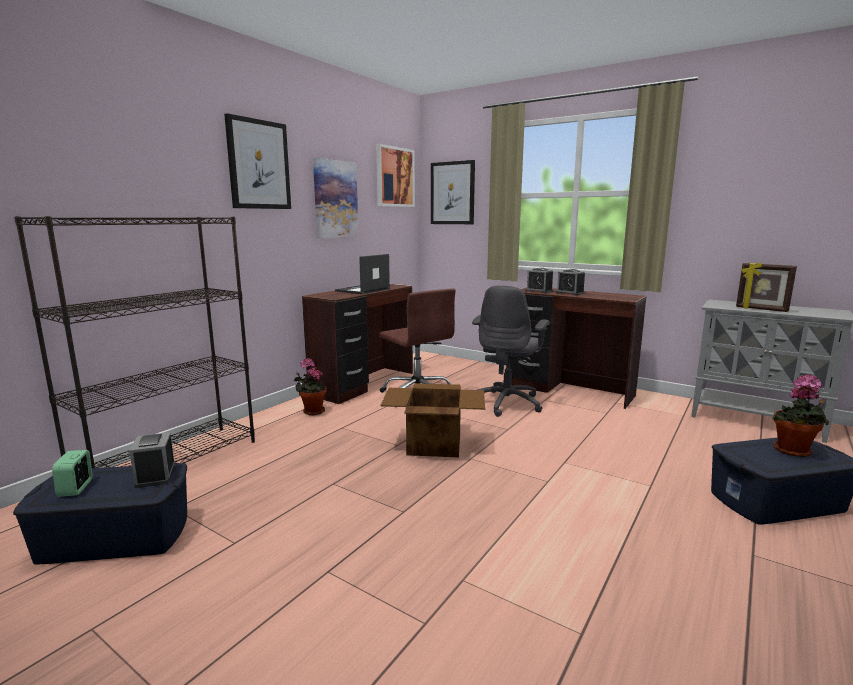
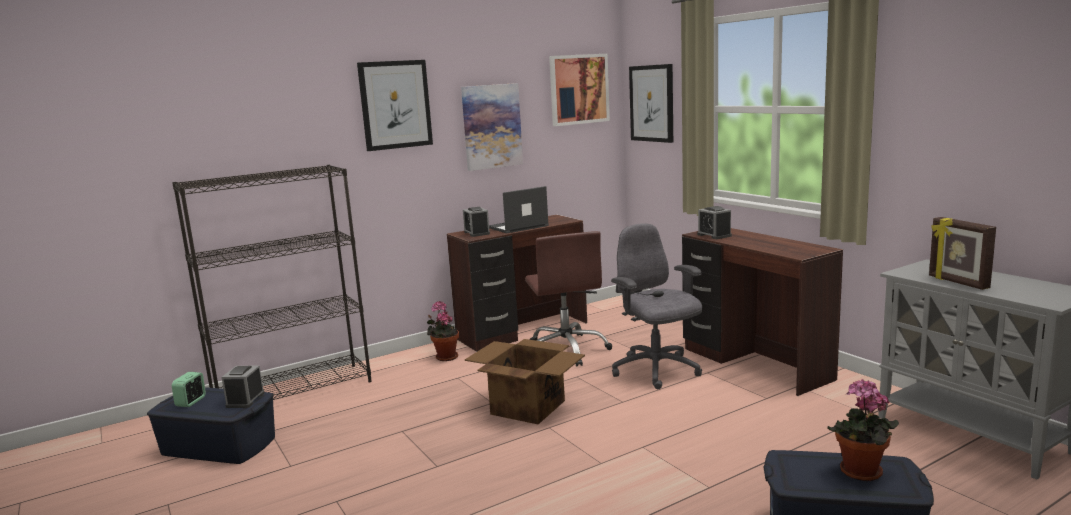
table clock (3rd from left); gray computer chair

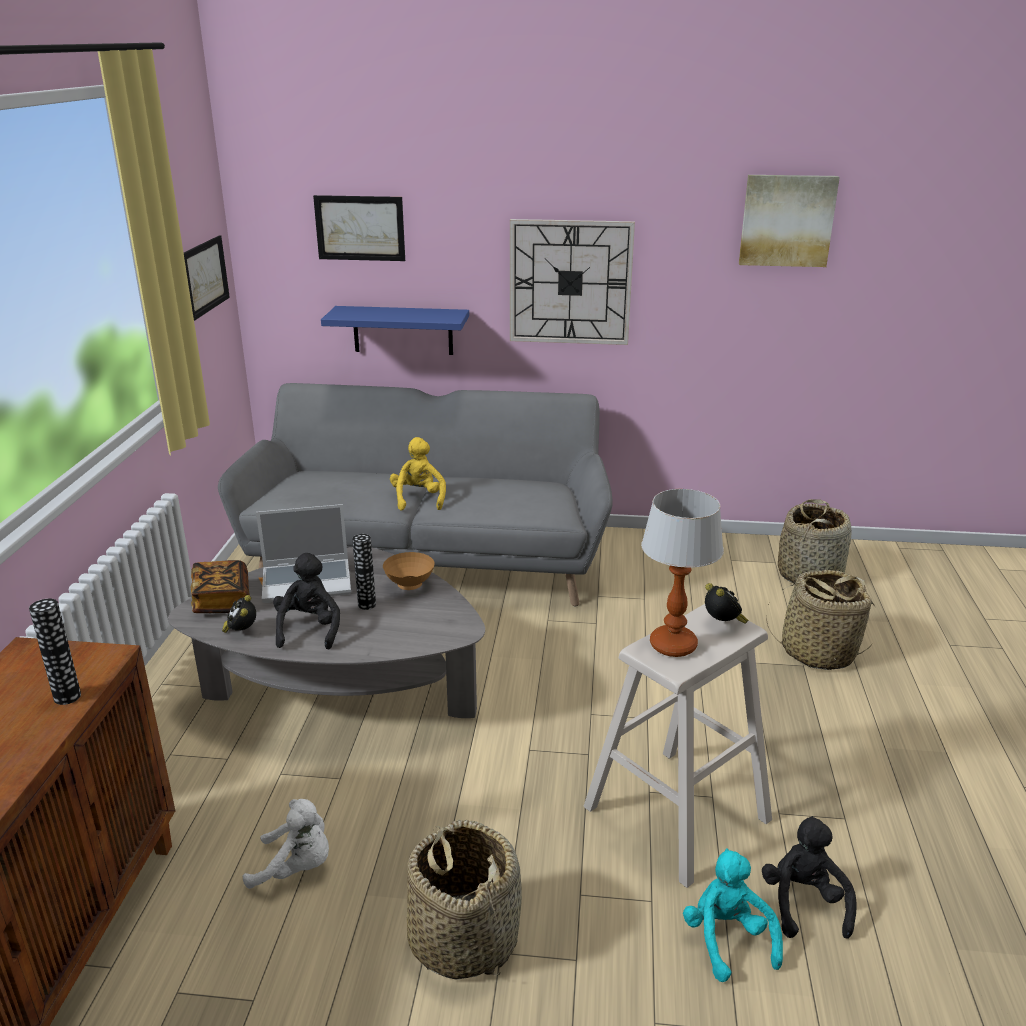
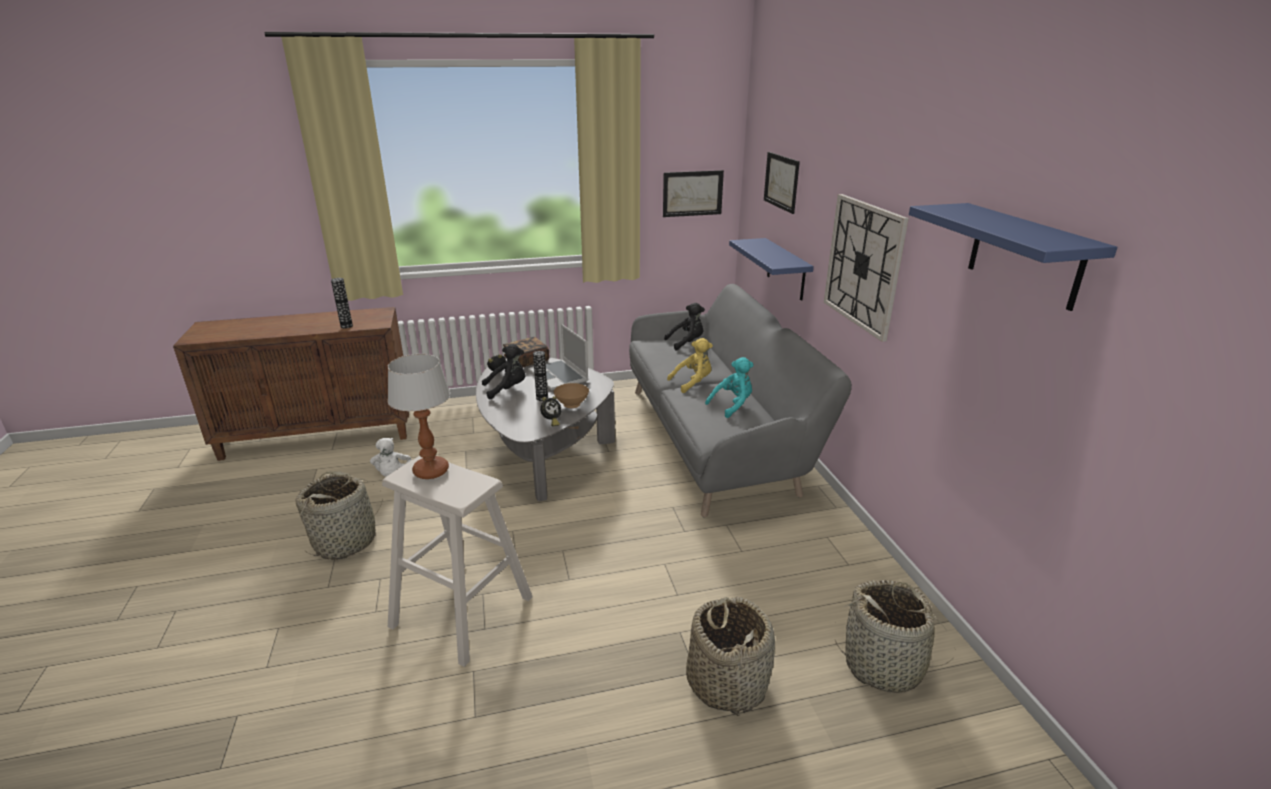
blue-green plush toy; table clock (2nd from left); black-coloured plush toy (2nd from left); blue bracket shelf (2nd from left)

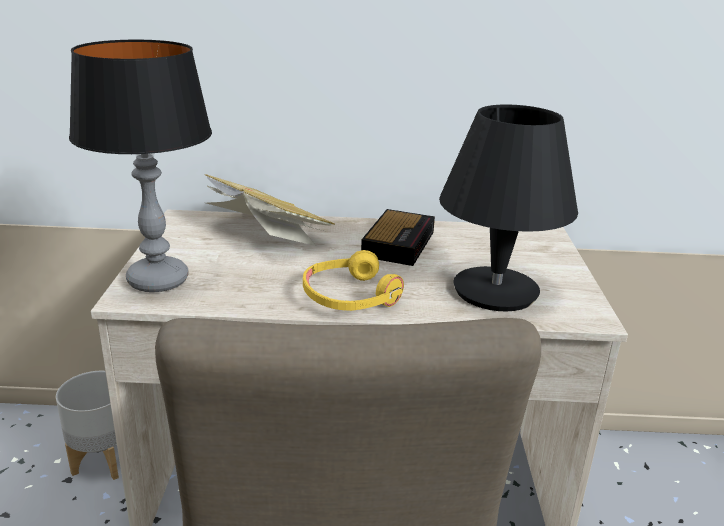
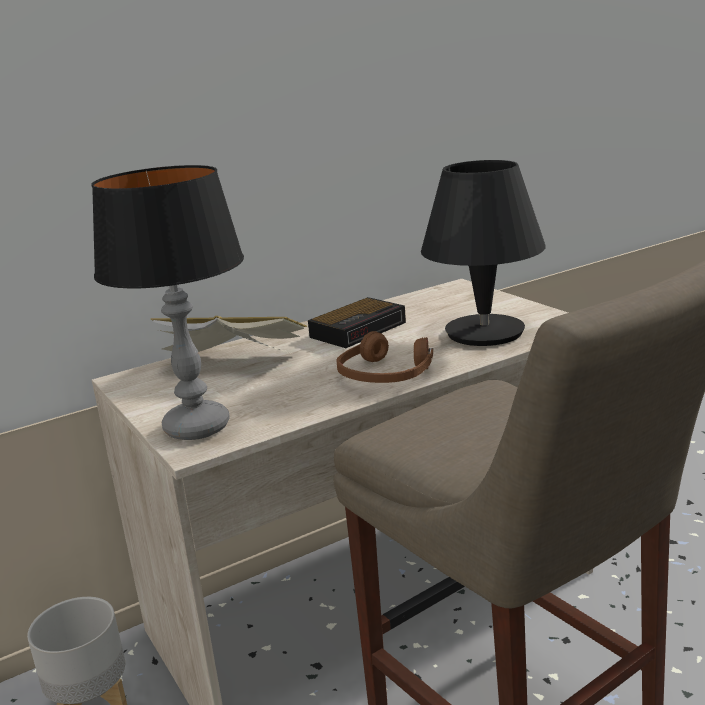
brownish headset; table clock

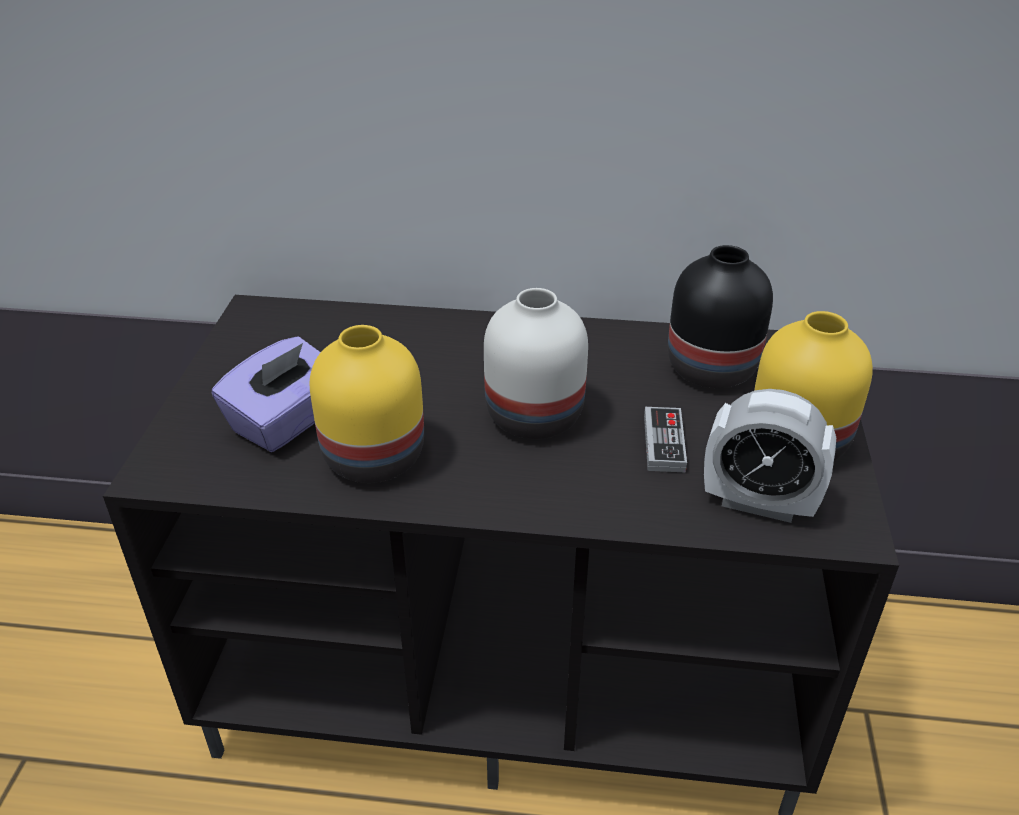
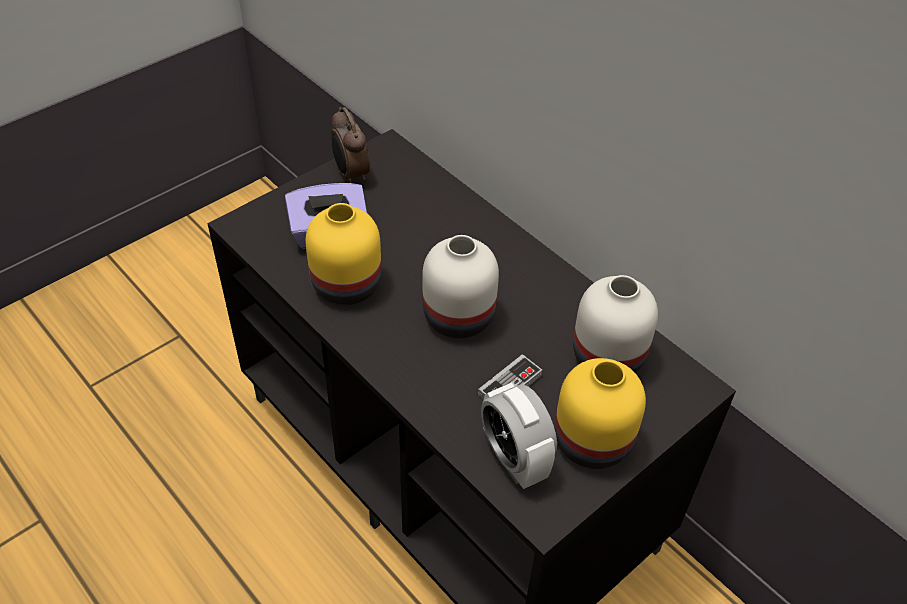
table clock (1st from left); white-coloured decorative vase (2nd from left)

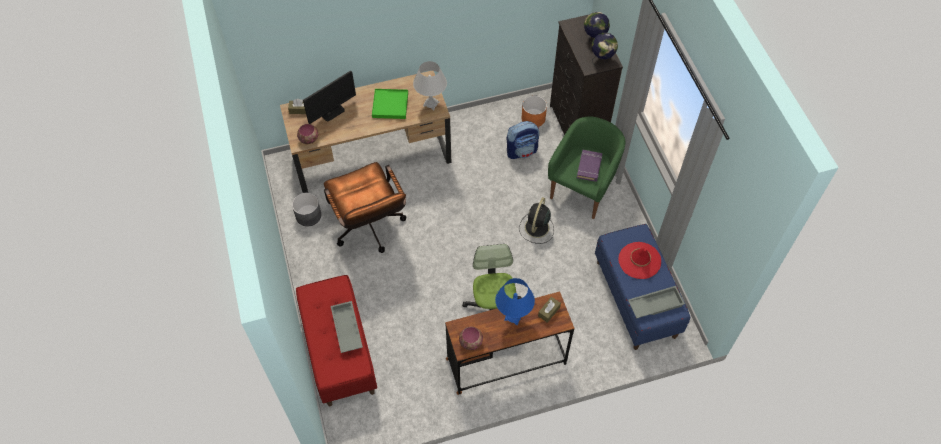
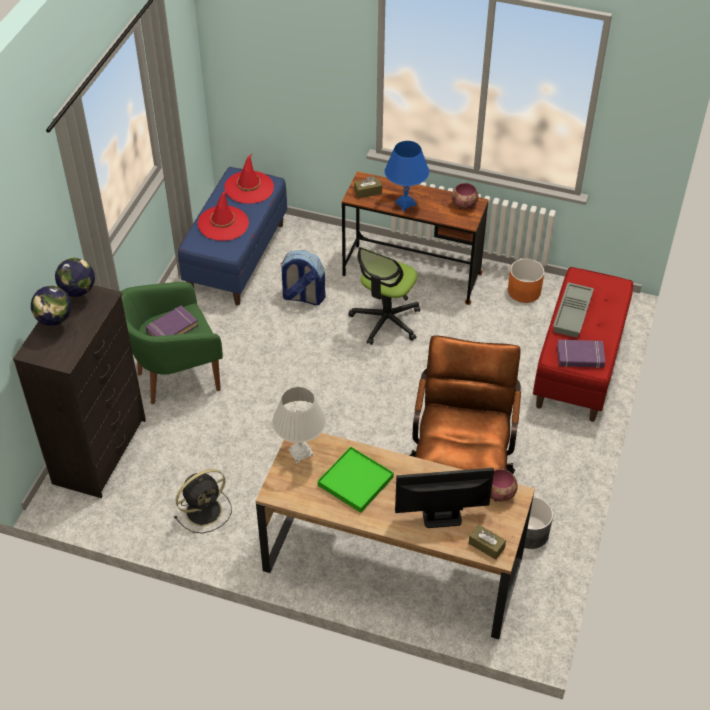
purple-coloured book (2nd from left); rucksack; black-coloured fan; orange-coloured plant pot; red wearable hat (2nd from left)

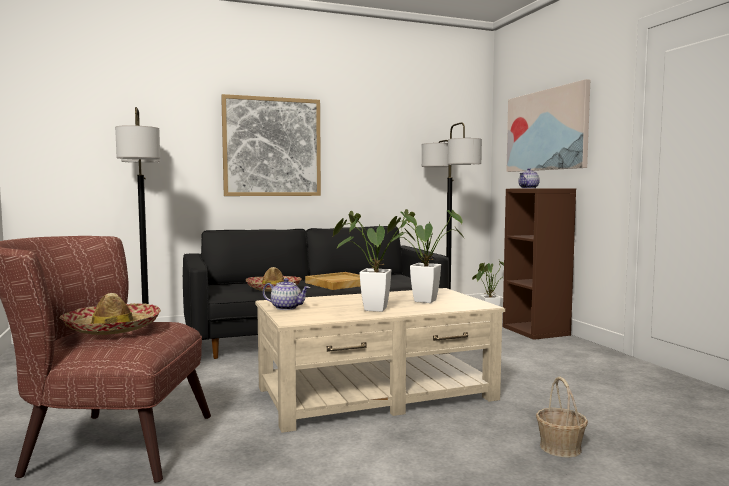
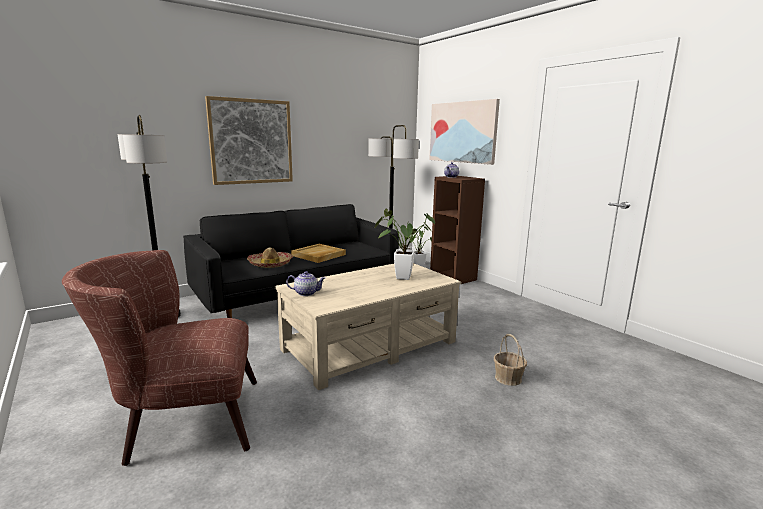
wearable hat (1st from left in the first image); plant in a pot (1st from left in the first image)

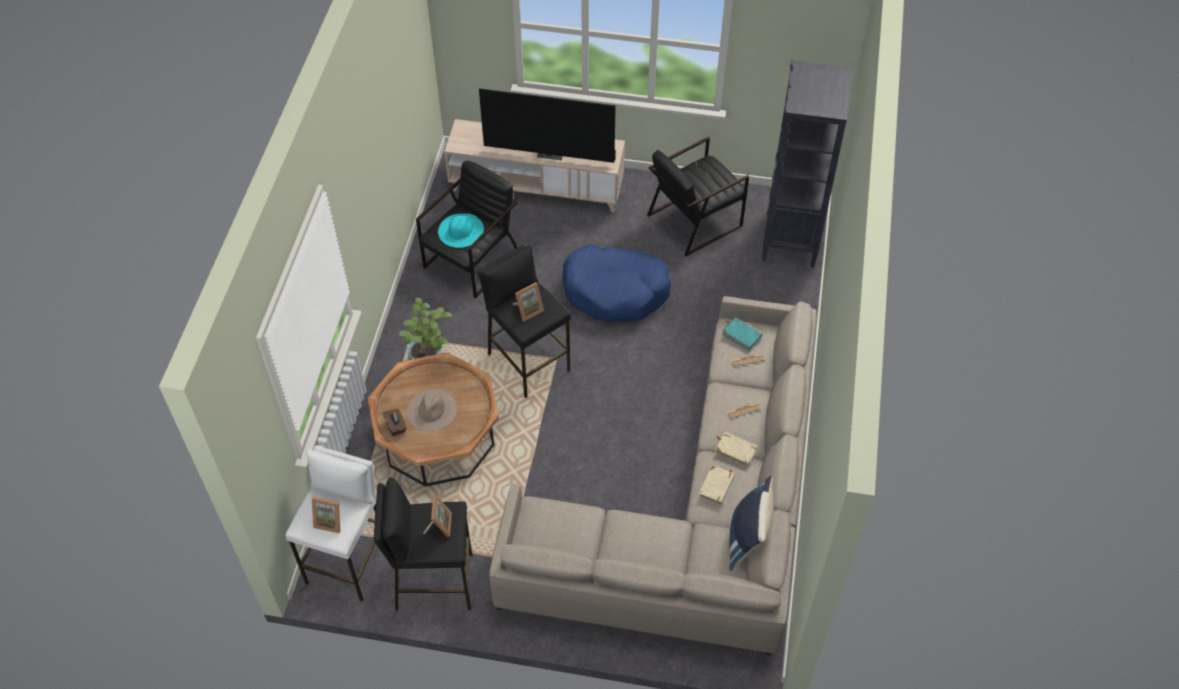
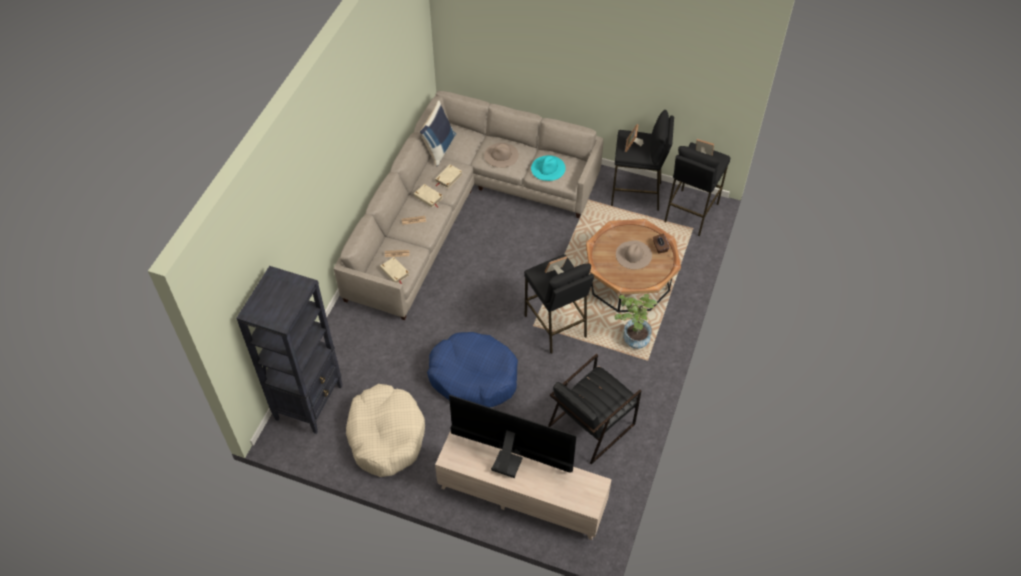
sand-coloured wearable hat (1st from left); blue-green wearable hat; sand-coloured dog bed; black-coloured stool seat (3rd from left); sand-coloured book (1st from left)

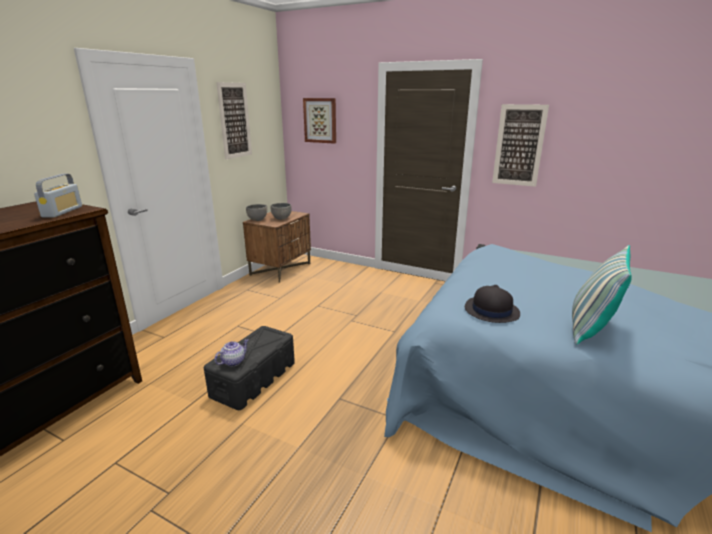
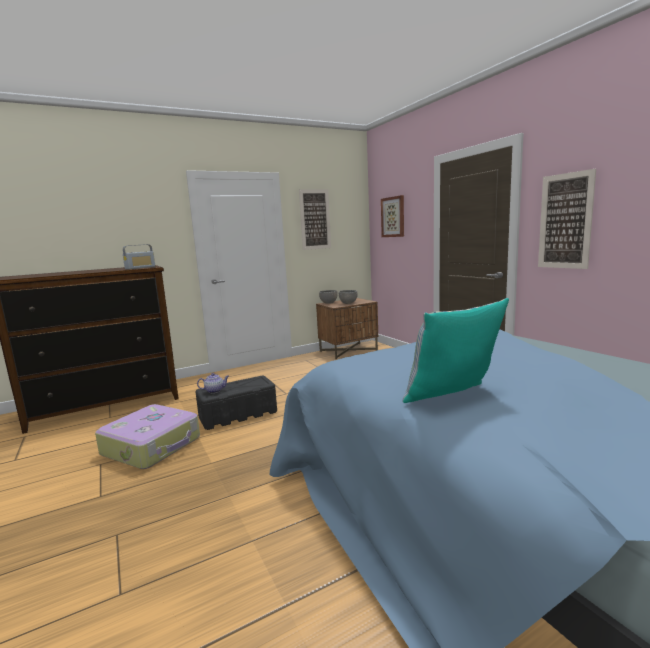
black-coloured wearable hat; suitcase

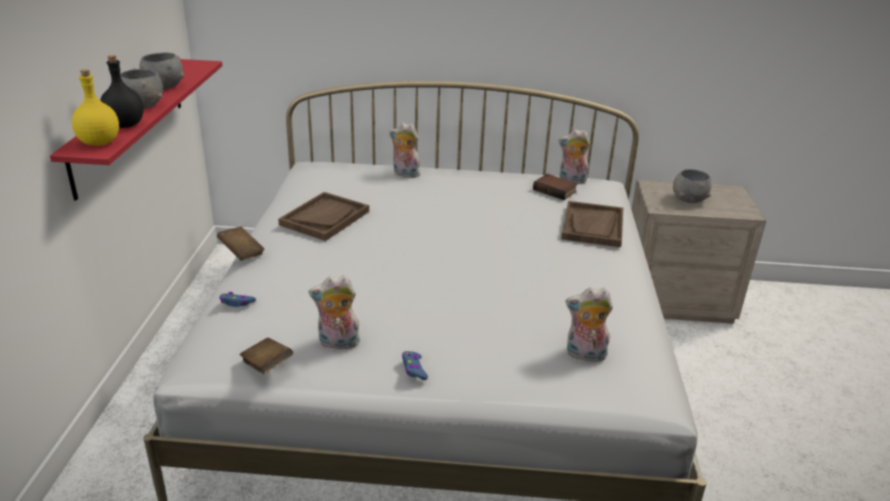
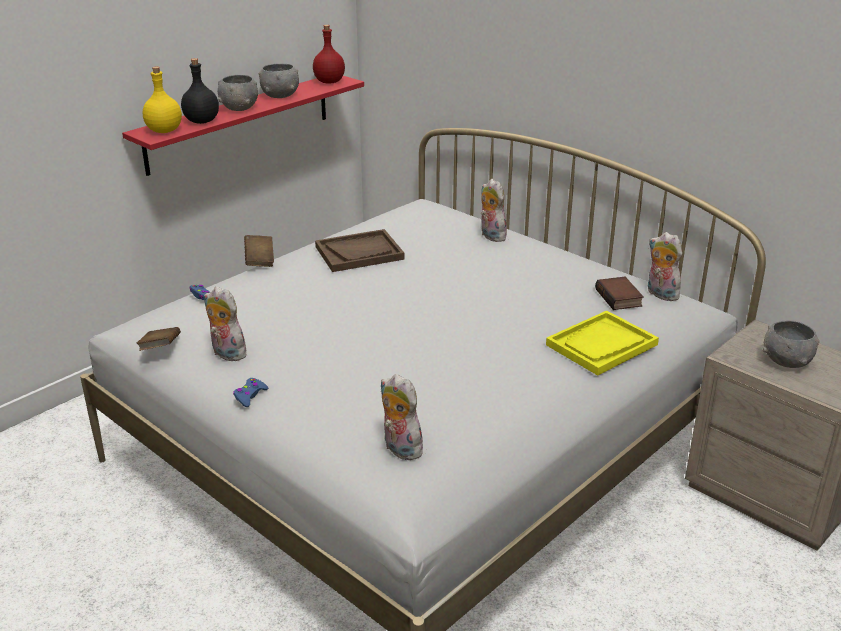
red bottle; yellow tray

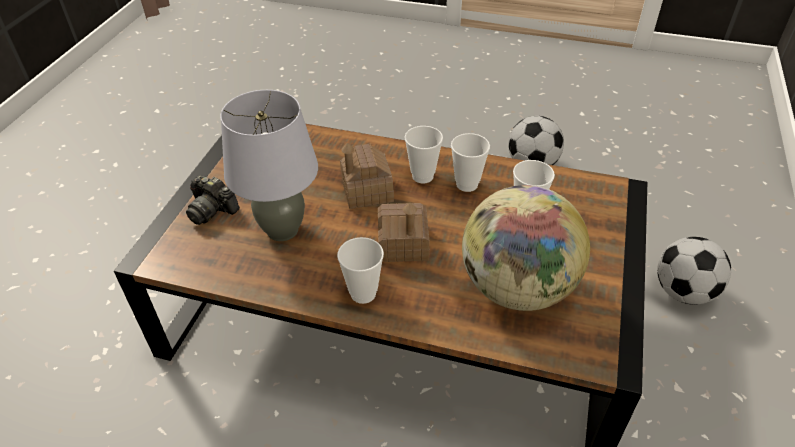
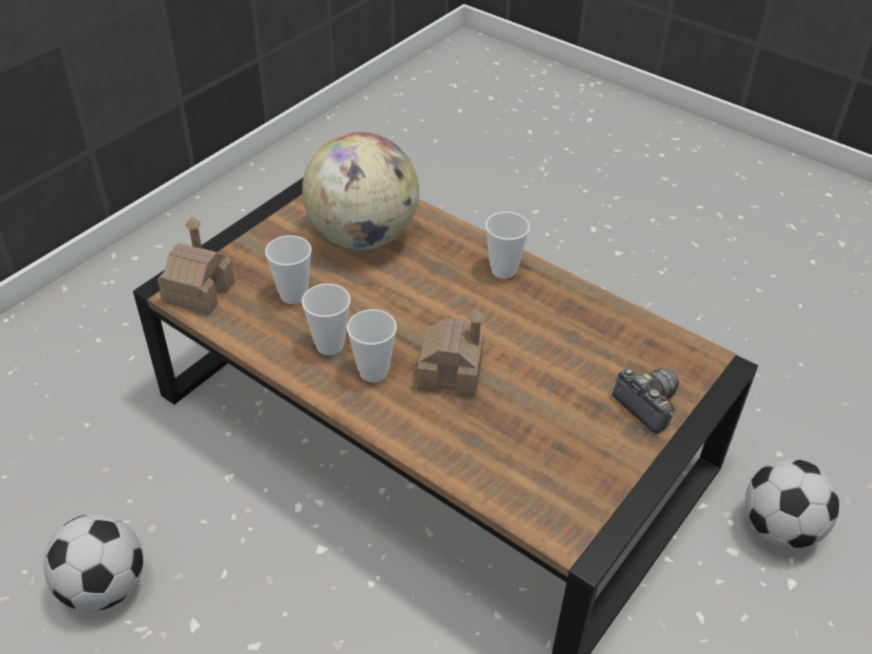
gray lamp for a table; model house (1st from left); football (2nd from left)

